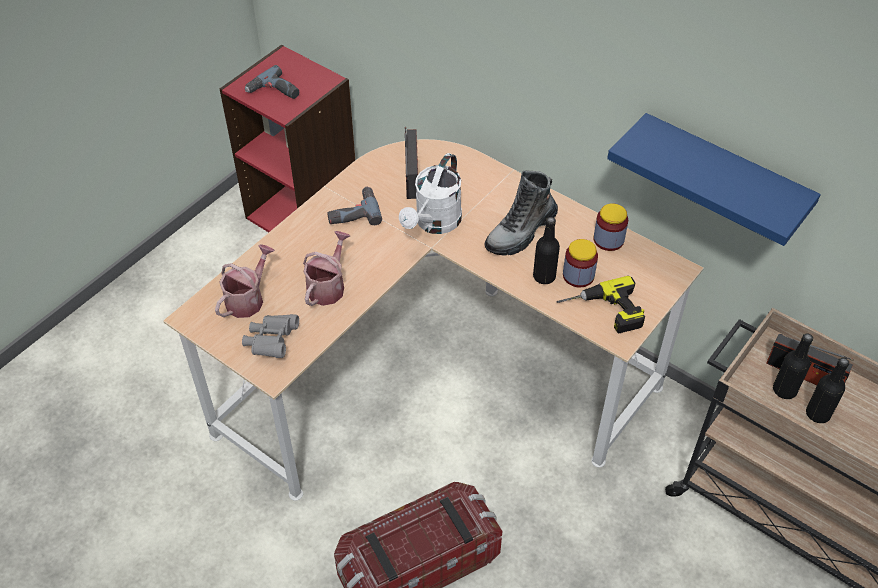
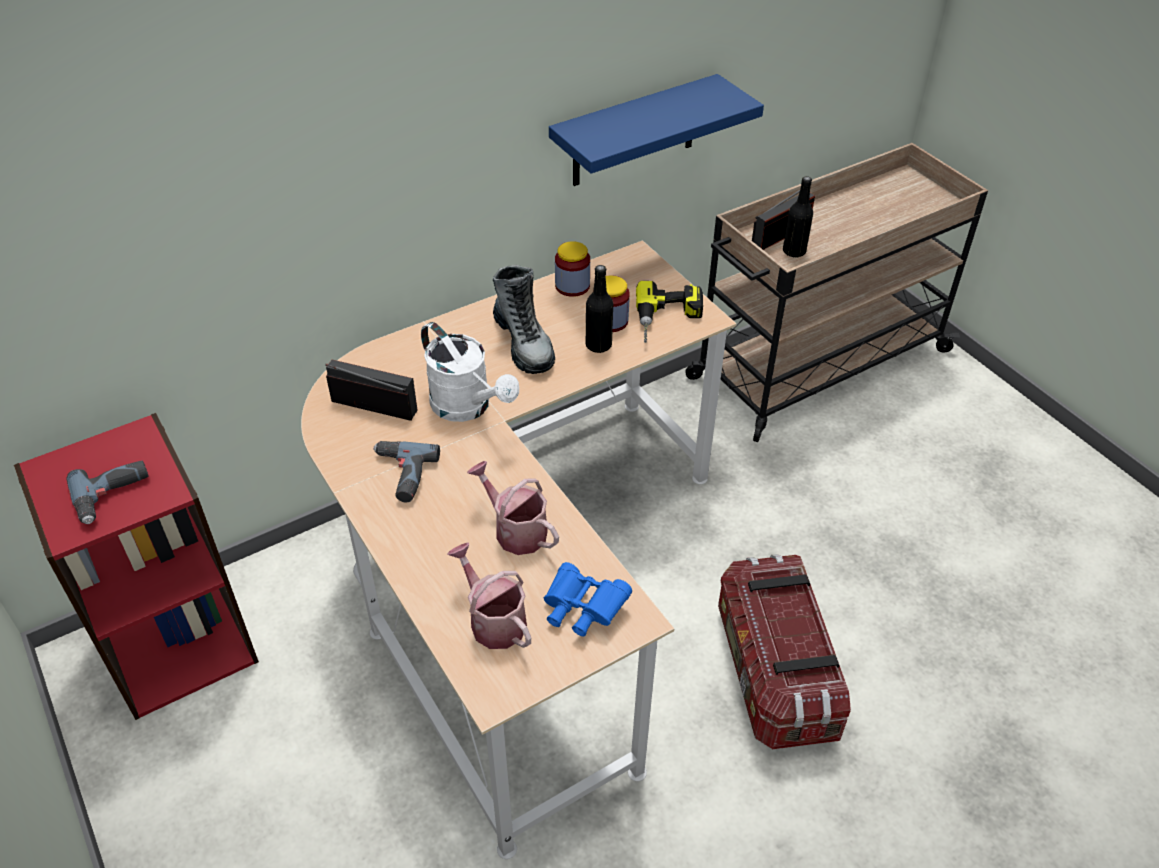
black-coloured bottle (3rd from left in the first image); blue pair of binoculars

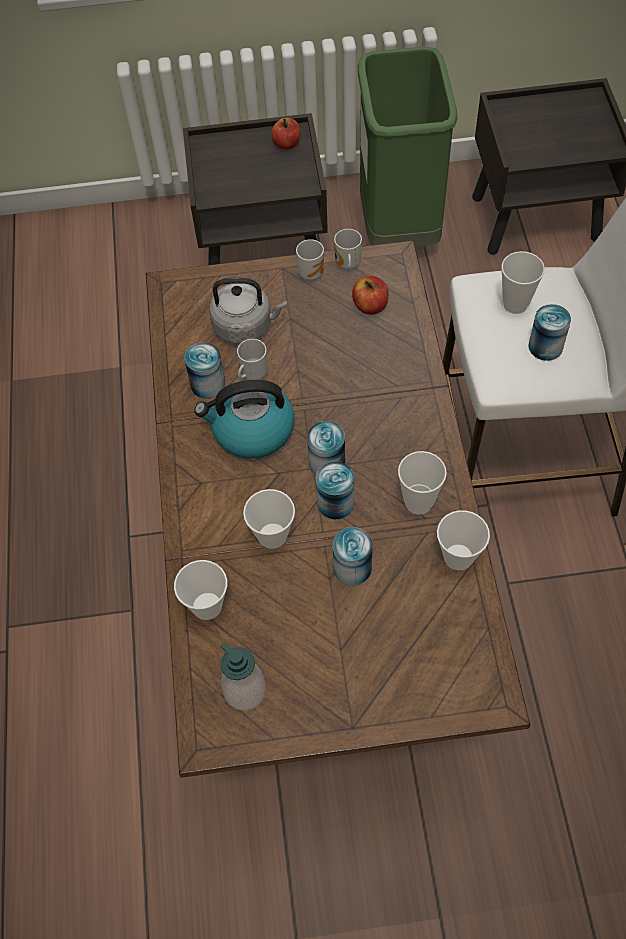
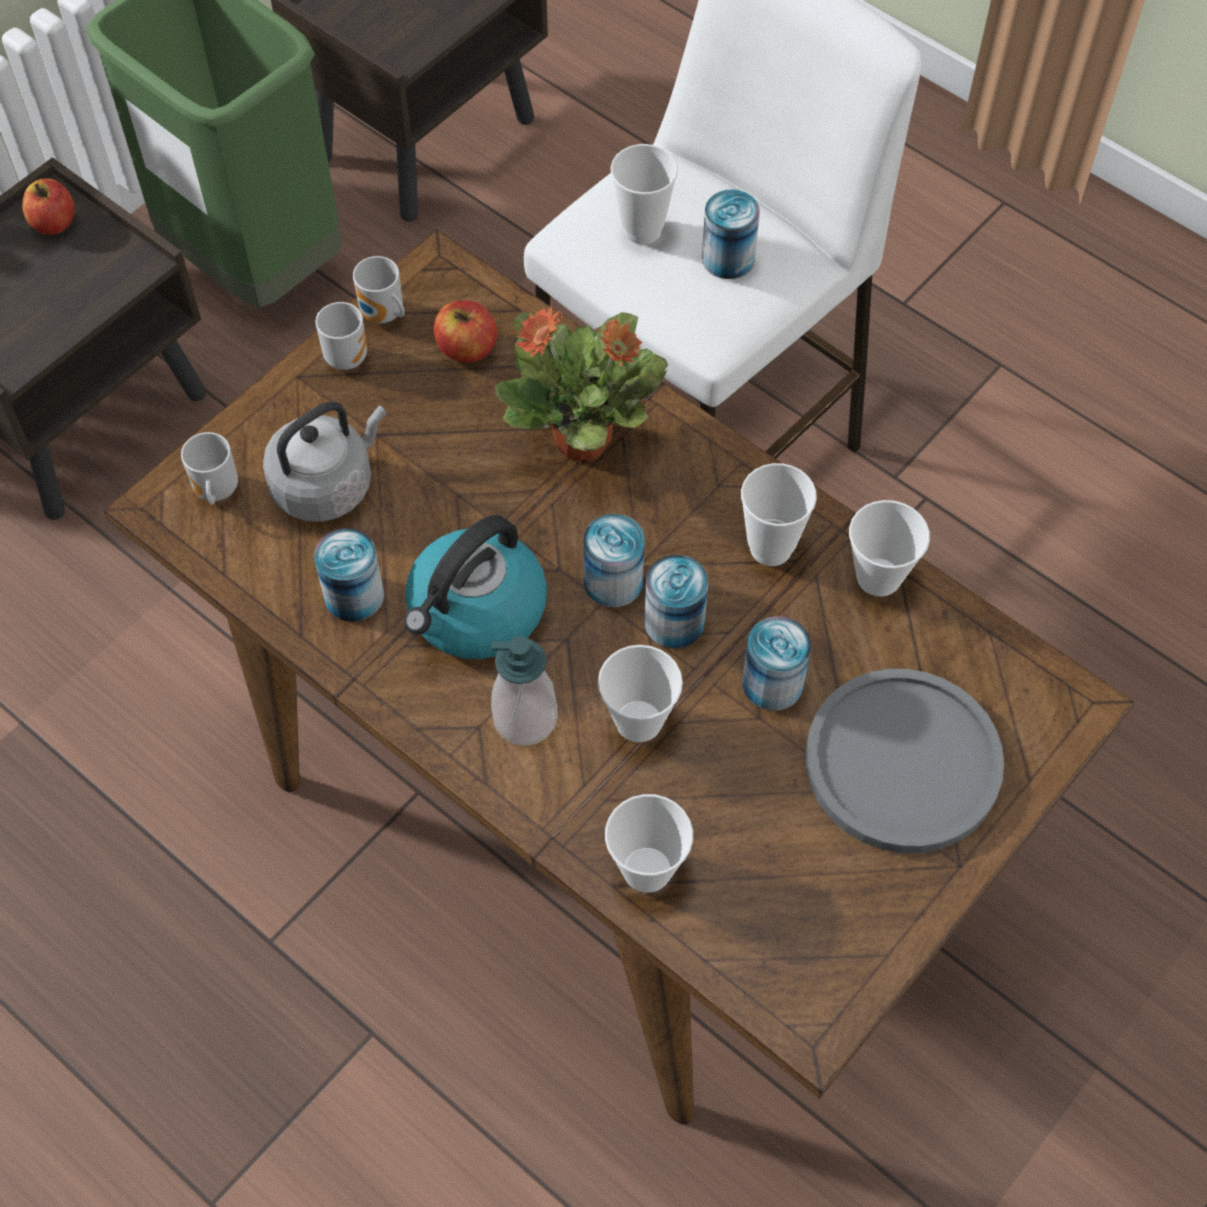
plant in a pot; gray flat dish; soap dispenser; mug (1st from left)

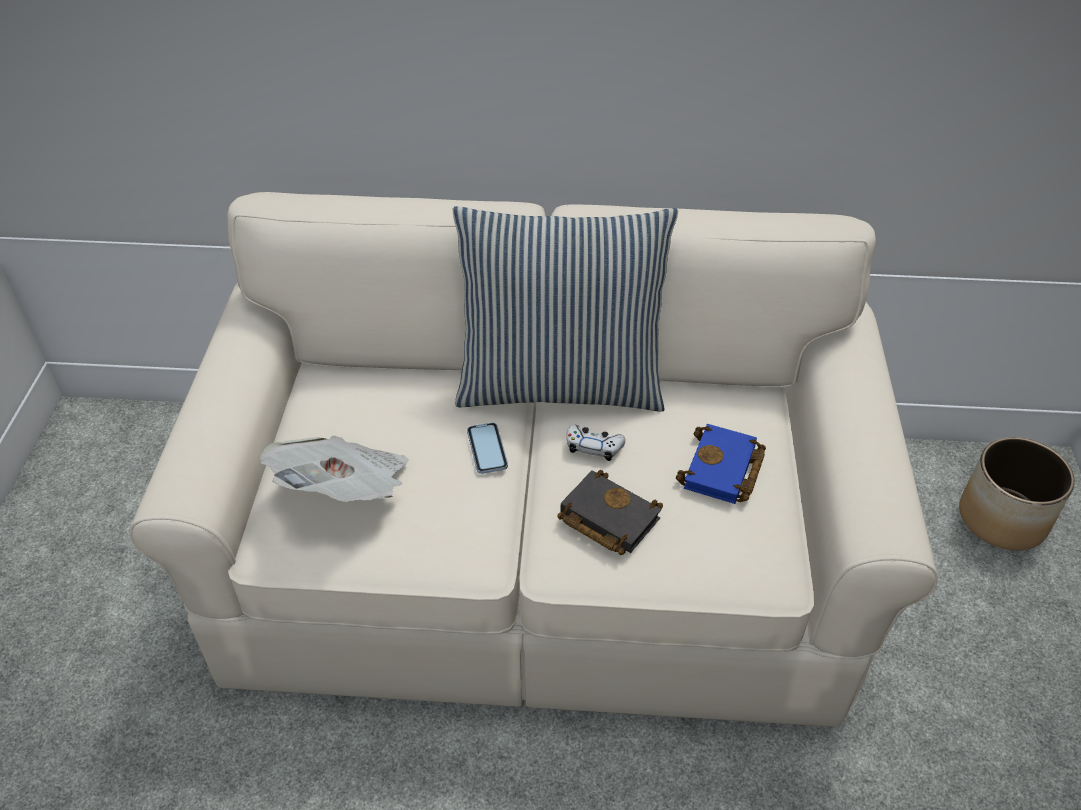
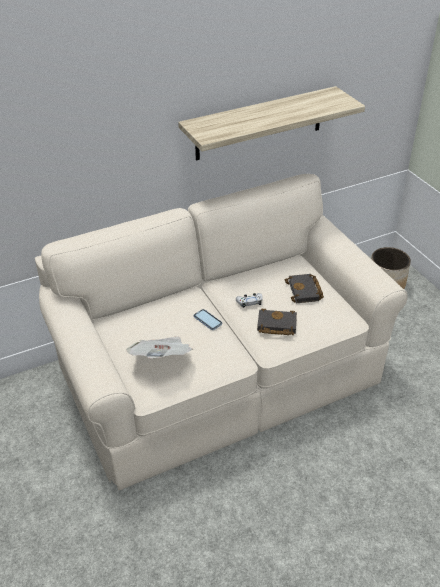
cushion; bracket shelf; black-coloured book (2nd from left)

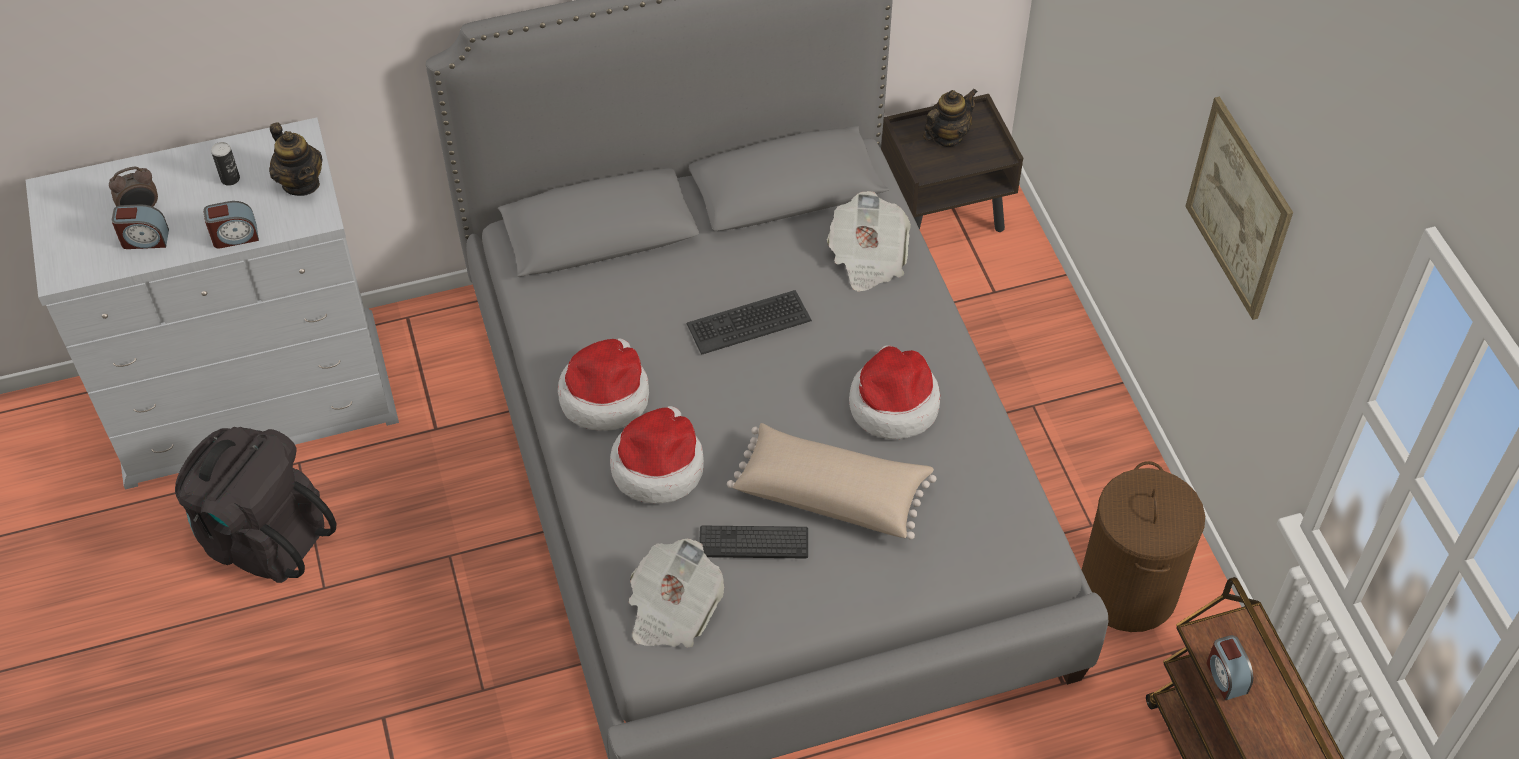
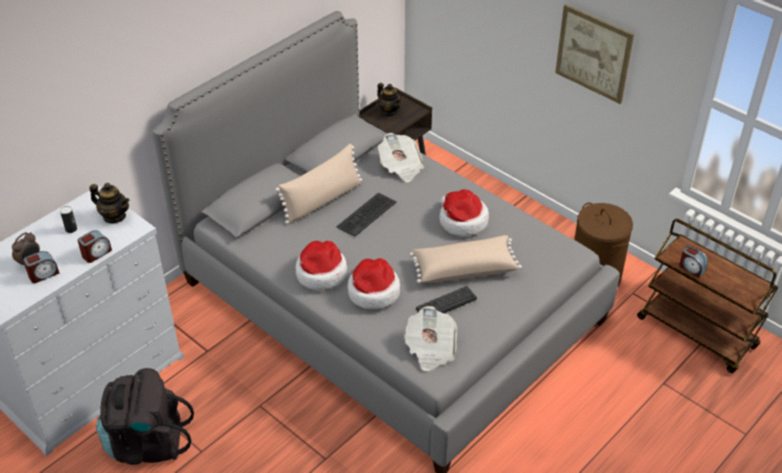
sand-coloured cushion (1st from left); pot for tea (2nd from left)

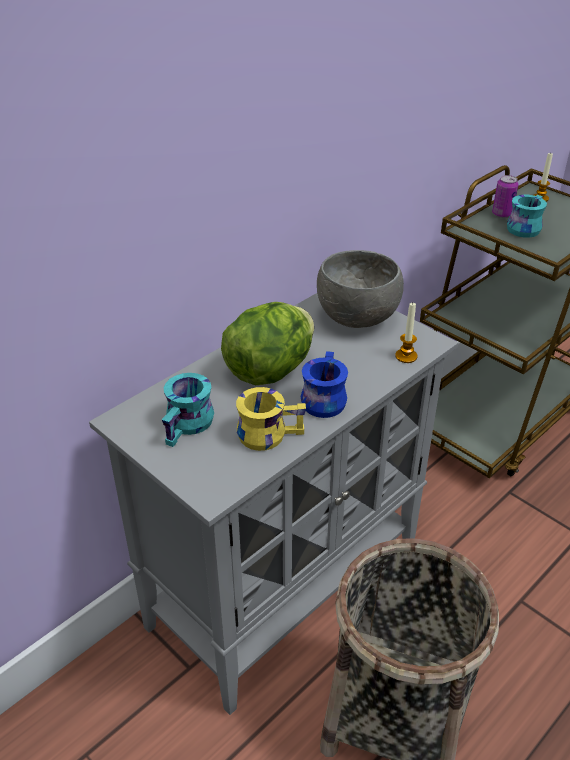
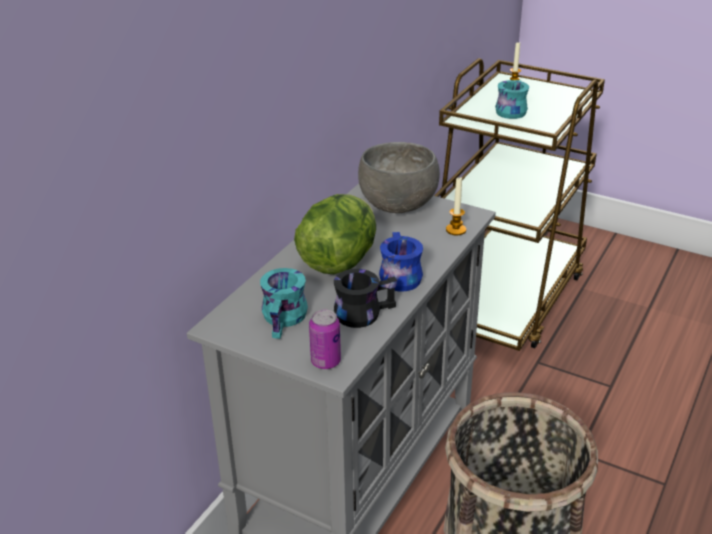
can; black-coloured mug

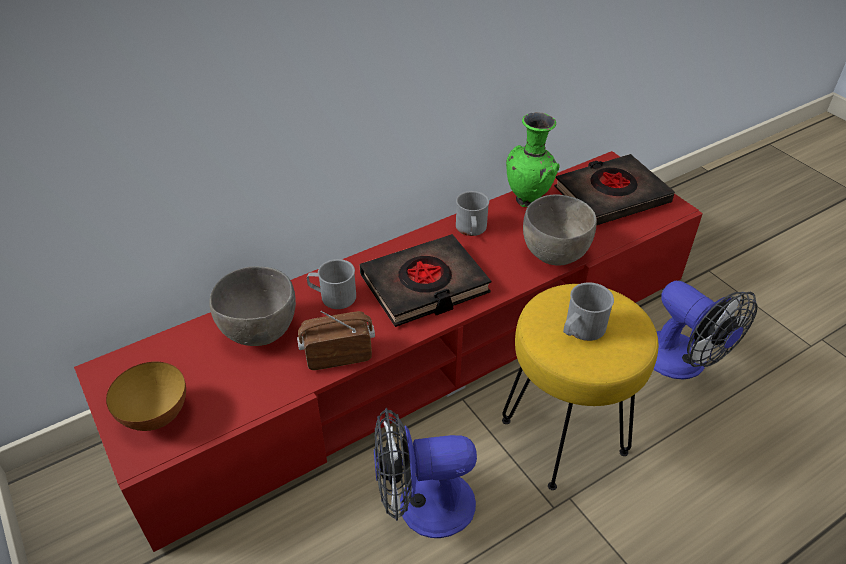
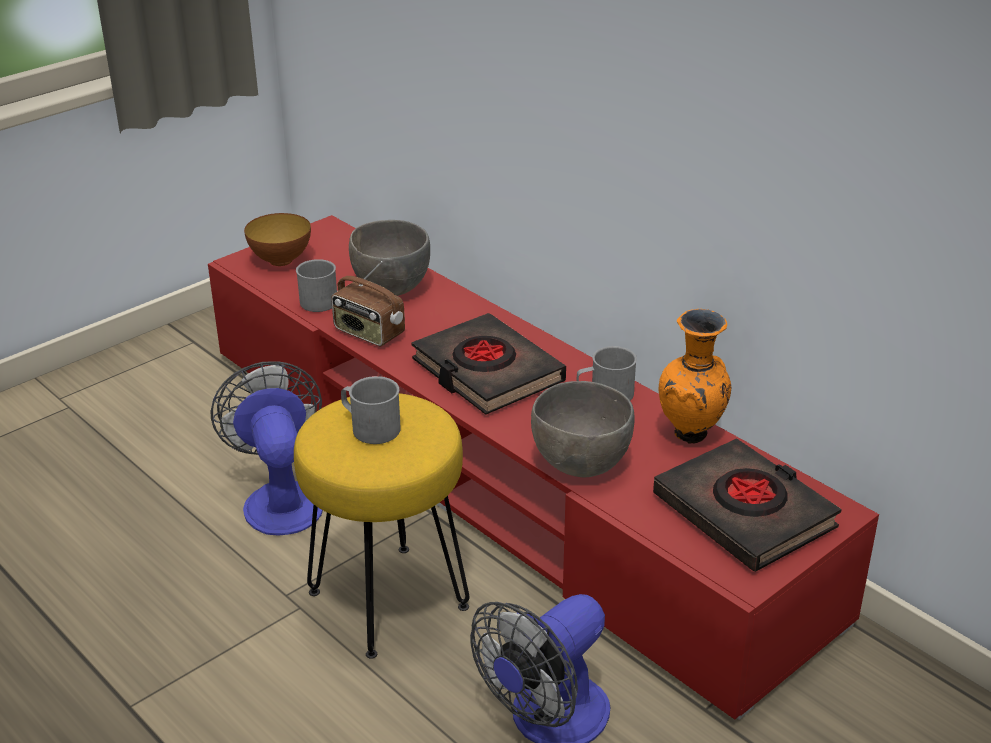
gray mug (1st from left); orange-coloured decorative vase; radio set

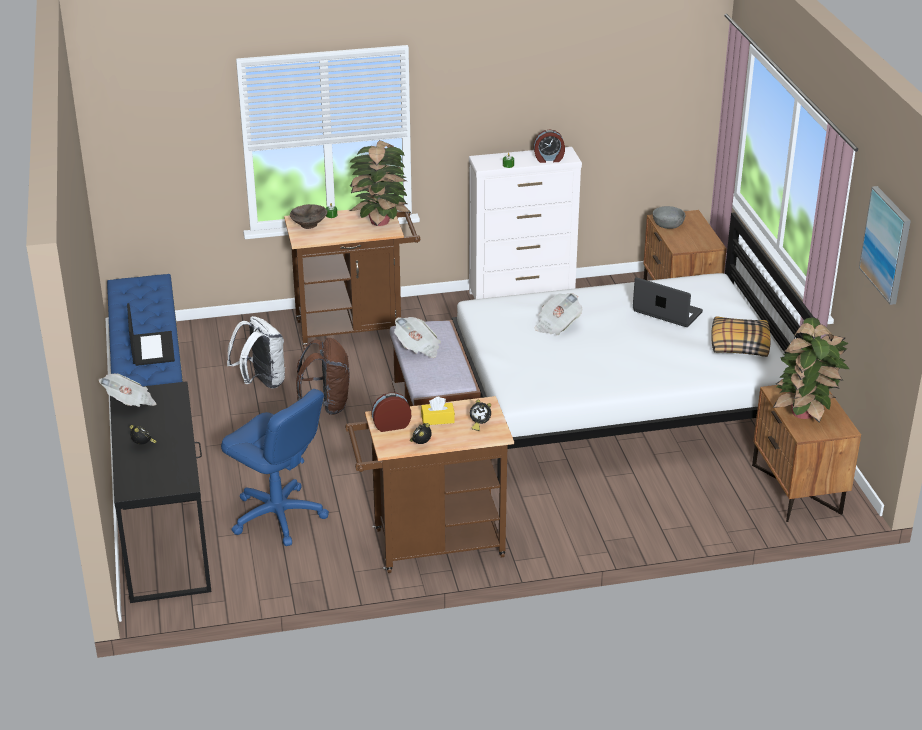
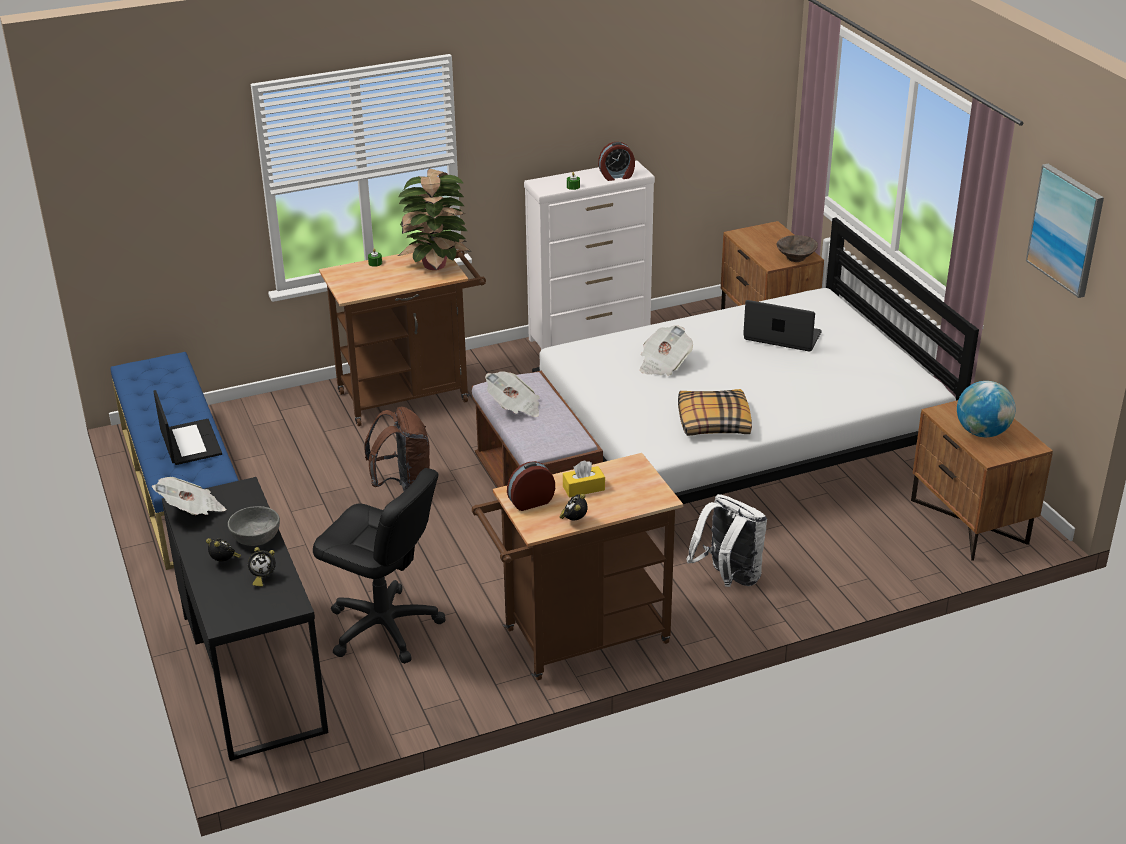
white-coloured rucksack; brownish bowl; table clock (2nd from left); gray bowl; cushion; desk globe; black-coloured computer chair

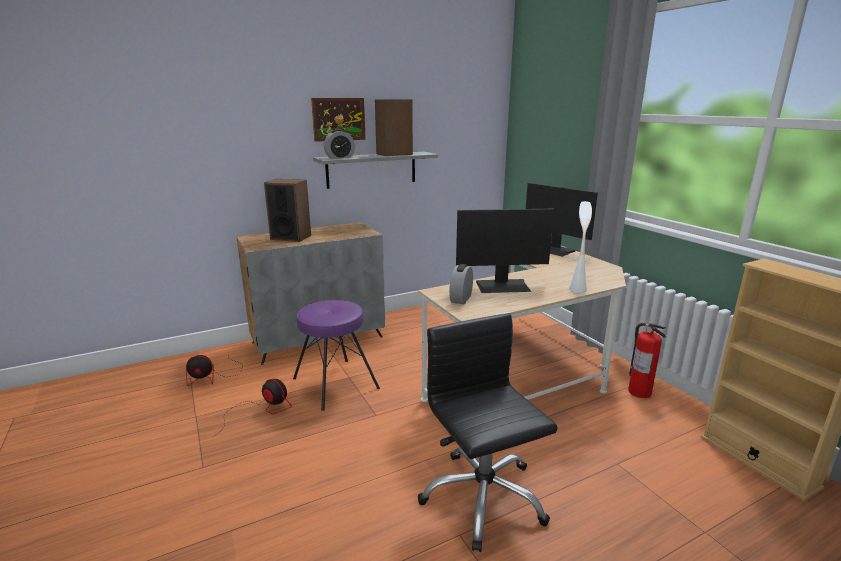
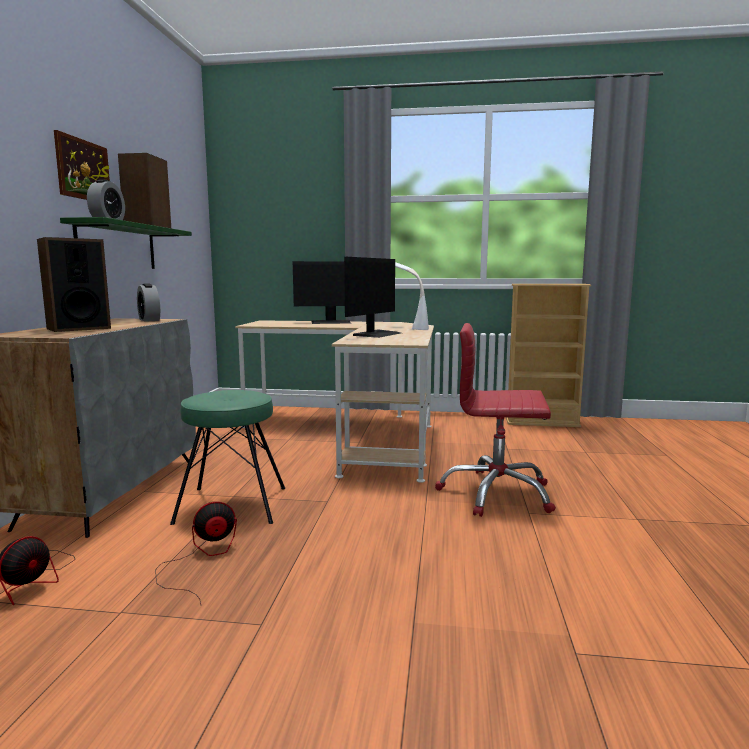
fire-fighting cylinder; table clock (2nd from left); green-coloured stool seat; green-coloured bracket shelf; red computer chair

